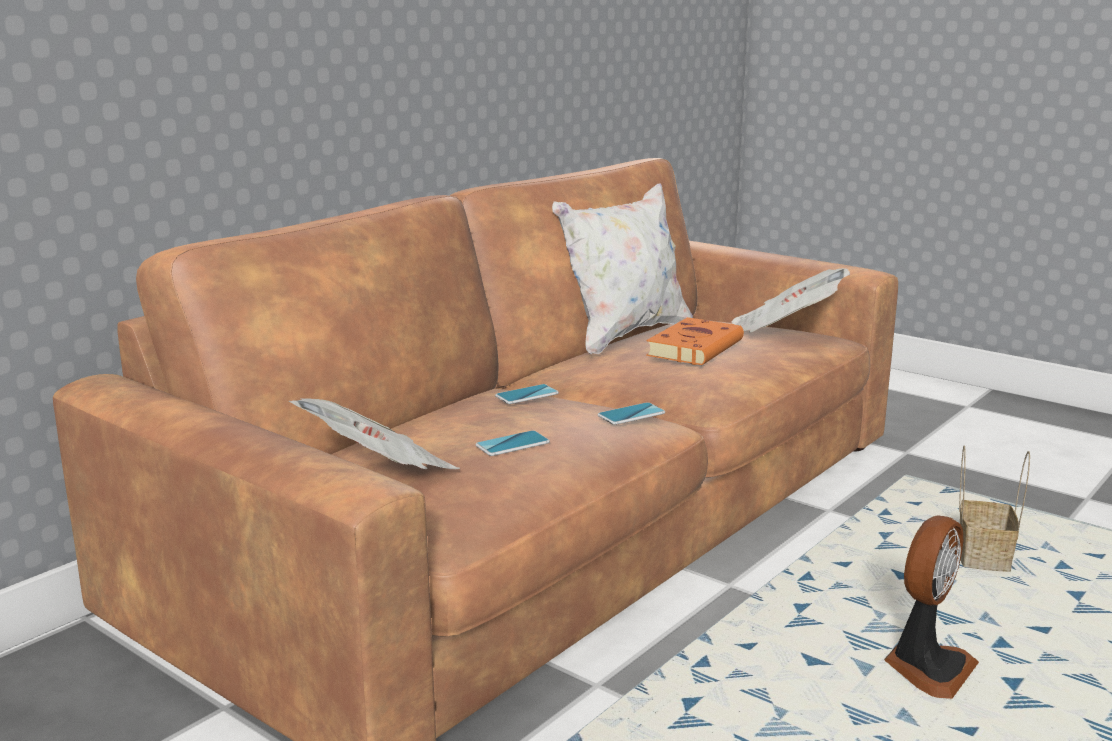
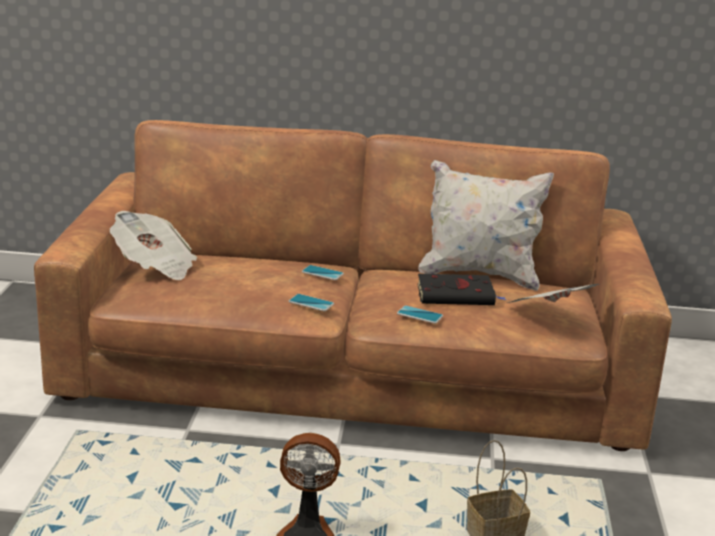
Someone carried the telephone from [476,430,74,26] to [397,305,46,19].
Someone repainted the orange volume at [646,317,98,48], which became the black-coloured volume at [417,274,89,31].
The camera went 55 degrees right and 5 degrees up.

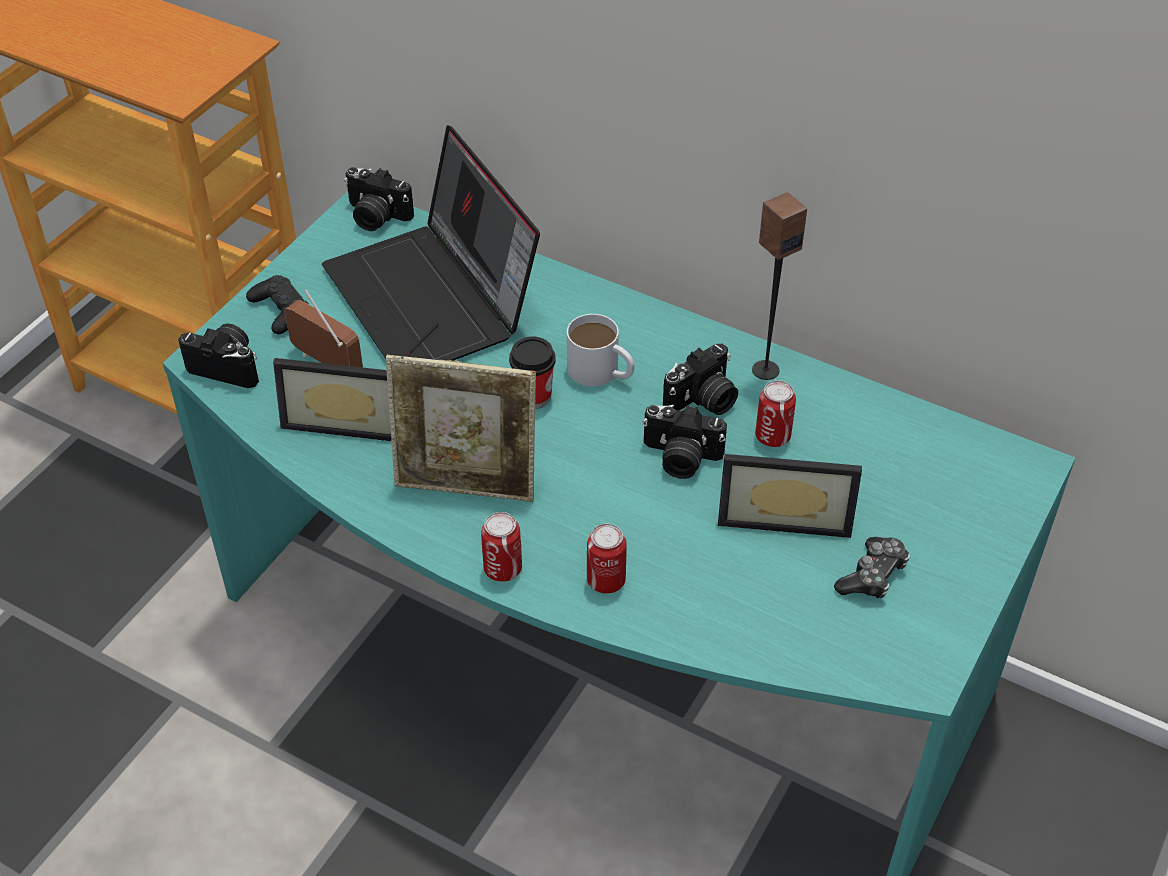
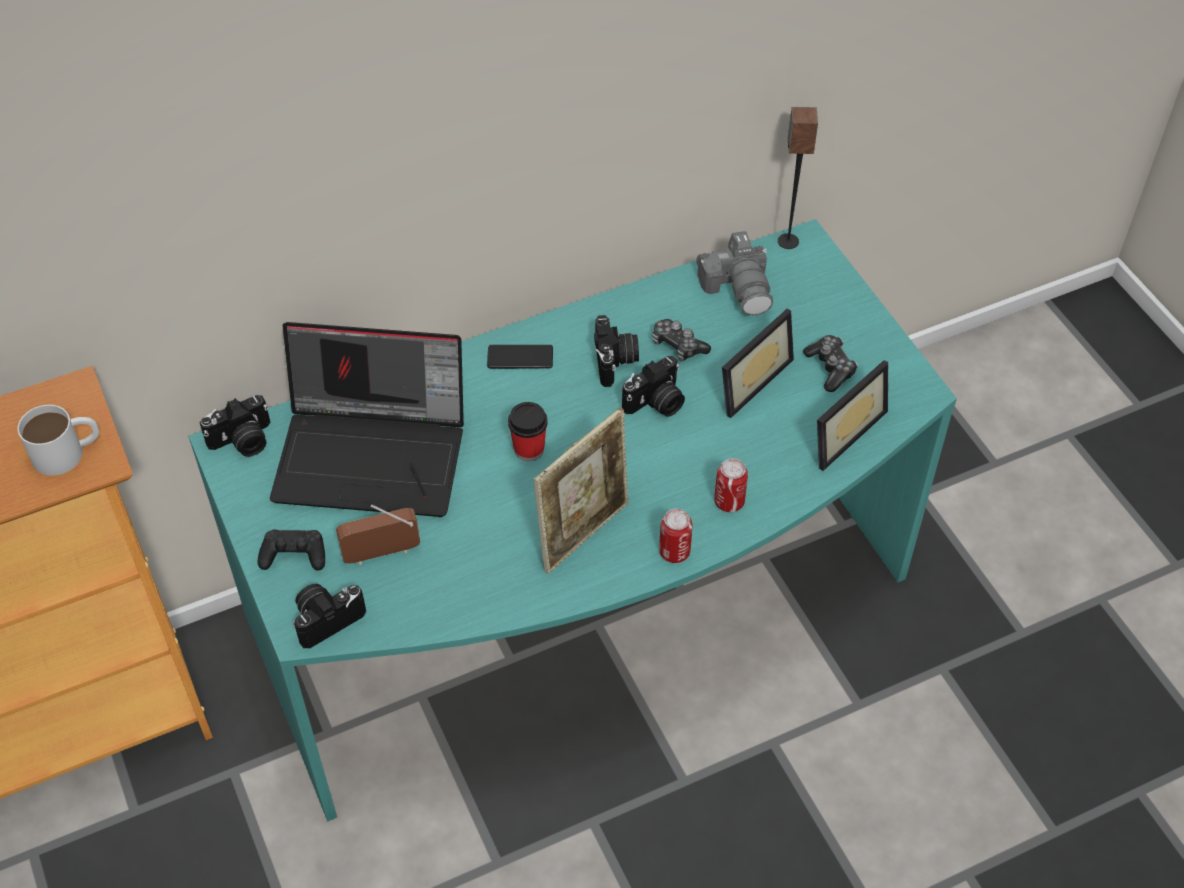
Someone carried the standing frame from [273,358,118,83] to [817,360,71,111].
Someone carried the white-coloured coffee mug from [567,314,68,73] to [18,405,81,71].
Someone carried the loudspeaker from [752,192,55,188] to [778,107,40,142].
Someone swapped the sealed can at [755,380,41,67] for the gamepad at [652,319,59,42].
Someone put down the telephone at [487,345,66,24].
Someone put down the still camera at [696,231,77,85].
The camera went 55 degrees left and 5 degrees up.

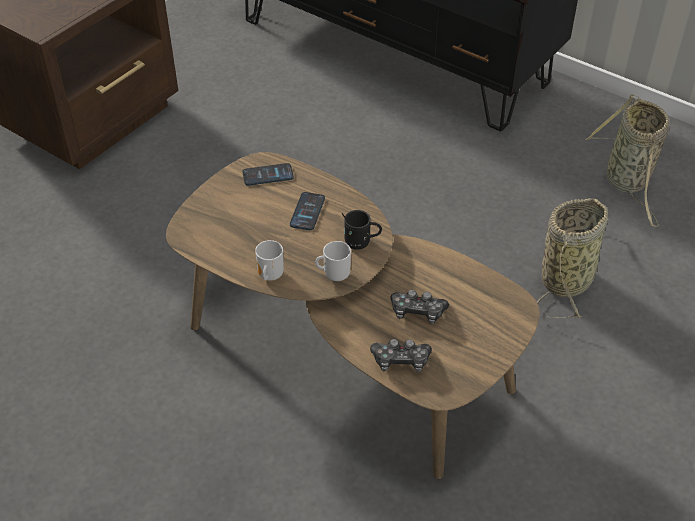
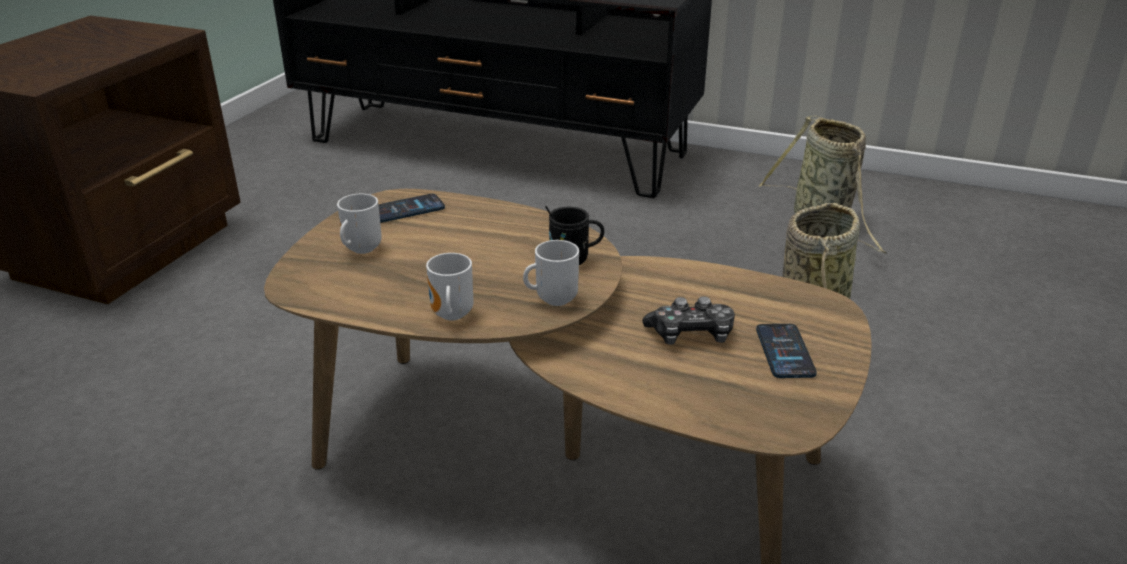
Someone carried the telephone from [290,192,35,38] to [756,324,61,54].
Someone took away the gamepad at [370,339,62,33].
Someone put down the coffee mug at [337,194,45,60].
The camera went 15 degrees left and 15 degrees down.

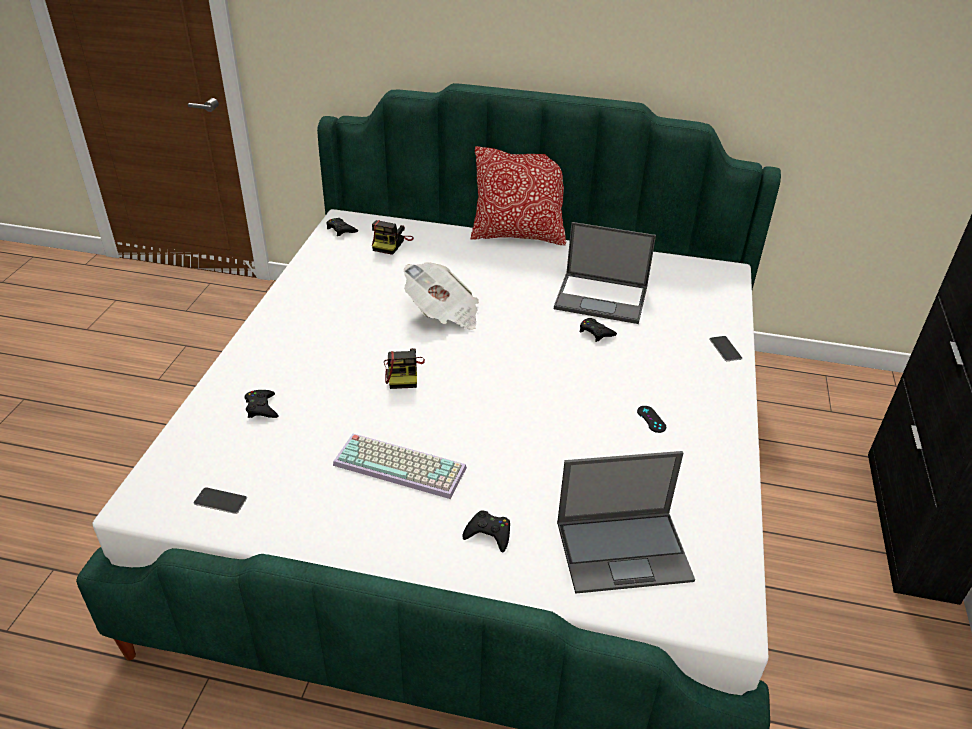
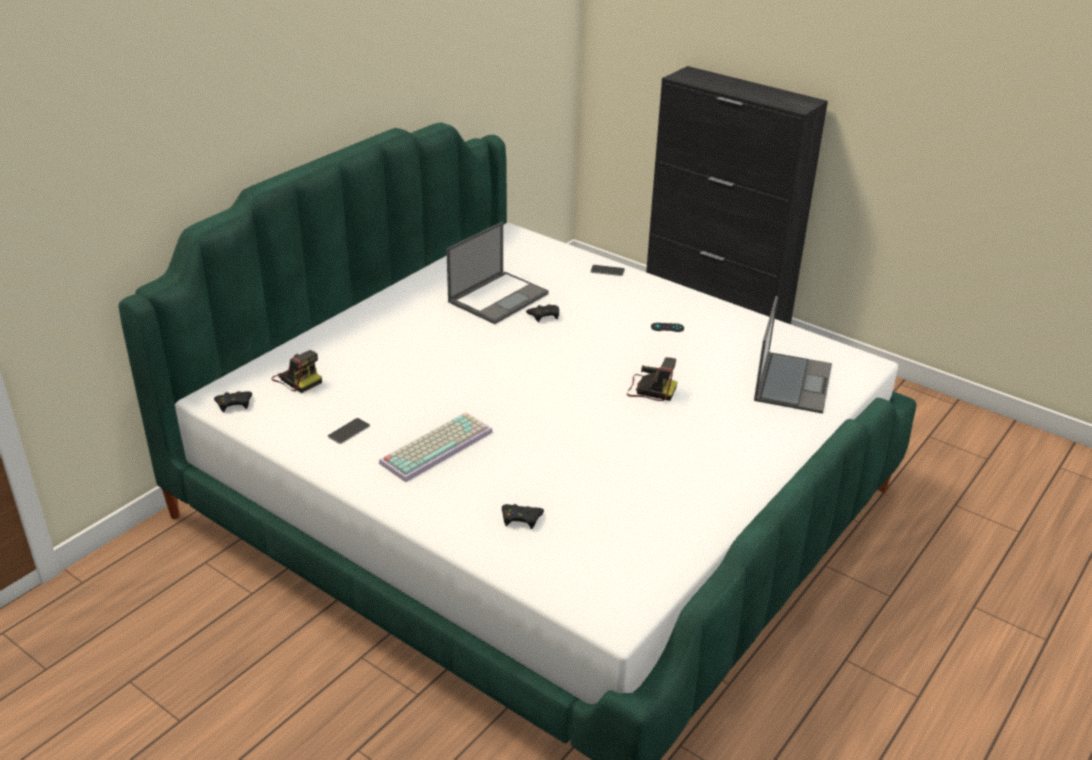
Someone carried the telephone from [194,487,53,27] to [328,418,42,26].
Someone carried the computer keyboard from [333,434,134,65] to [379,412,114,70].
Someone carried the still camera from [384,348,41,41] to [627,357,50,44].
Someone took away the newspaper at [404,262,75,68].
Someone took away the black-coloured gamepad at [462,511,48,41].
Someone took away the cushion at [470,146,96,99].
The camera went 65 degrees left and 5 degrees down.

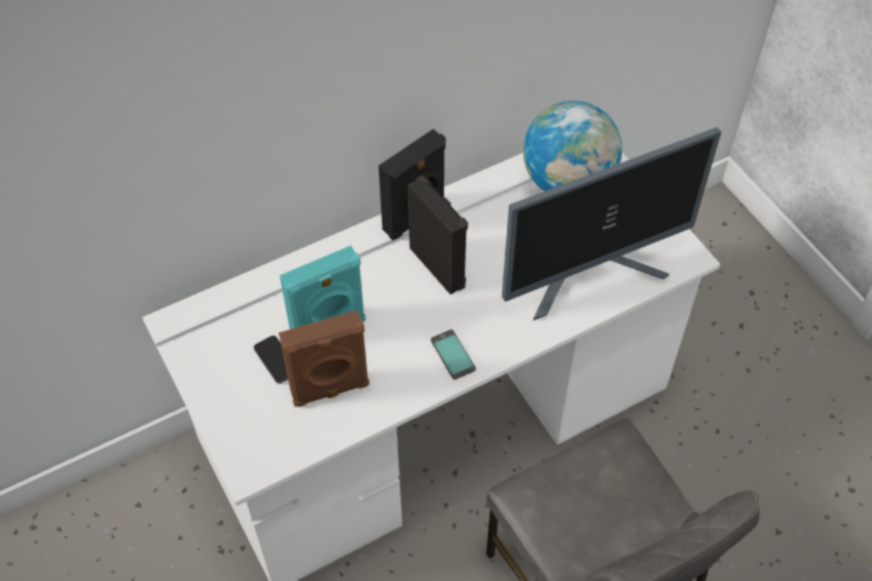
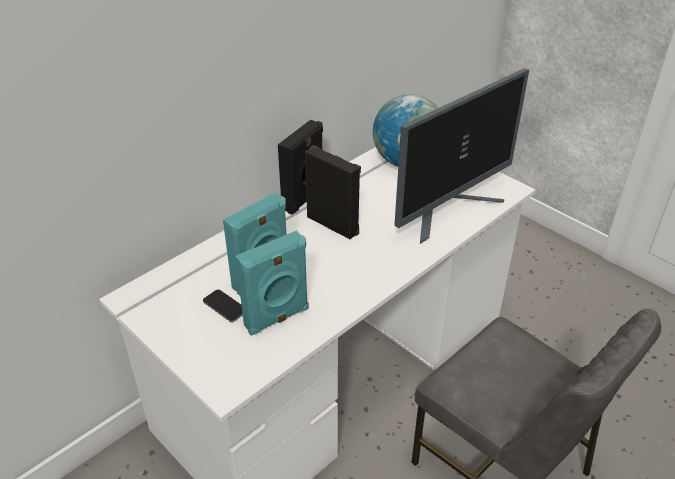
Someone repainted the brown loudspeaker at [279,310,90,97], which became the blue-green loudspeaker at [236,231,73,105].
Someone took away the telephone at [431,329,45,51].
The camera went 15 degrees left and 15 degrees down.

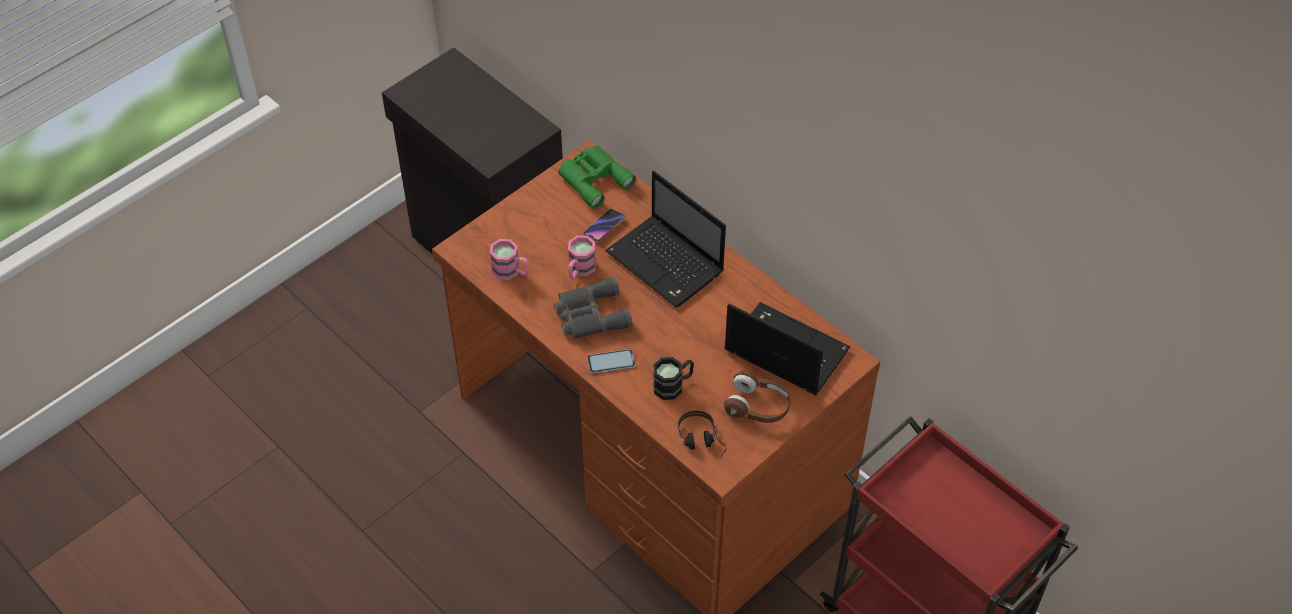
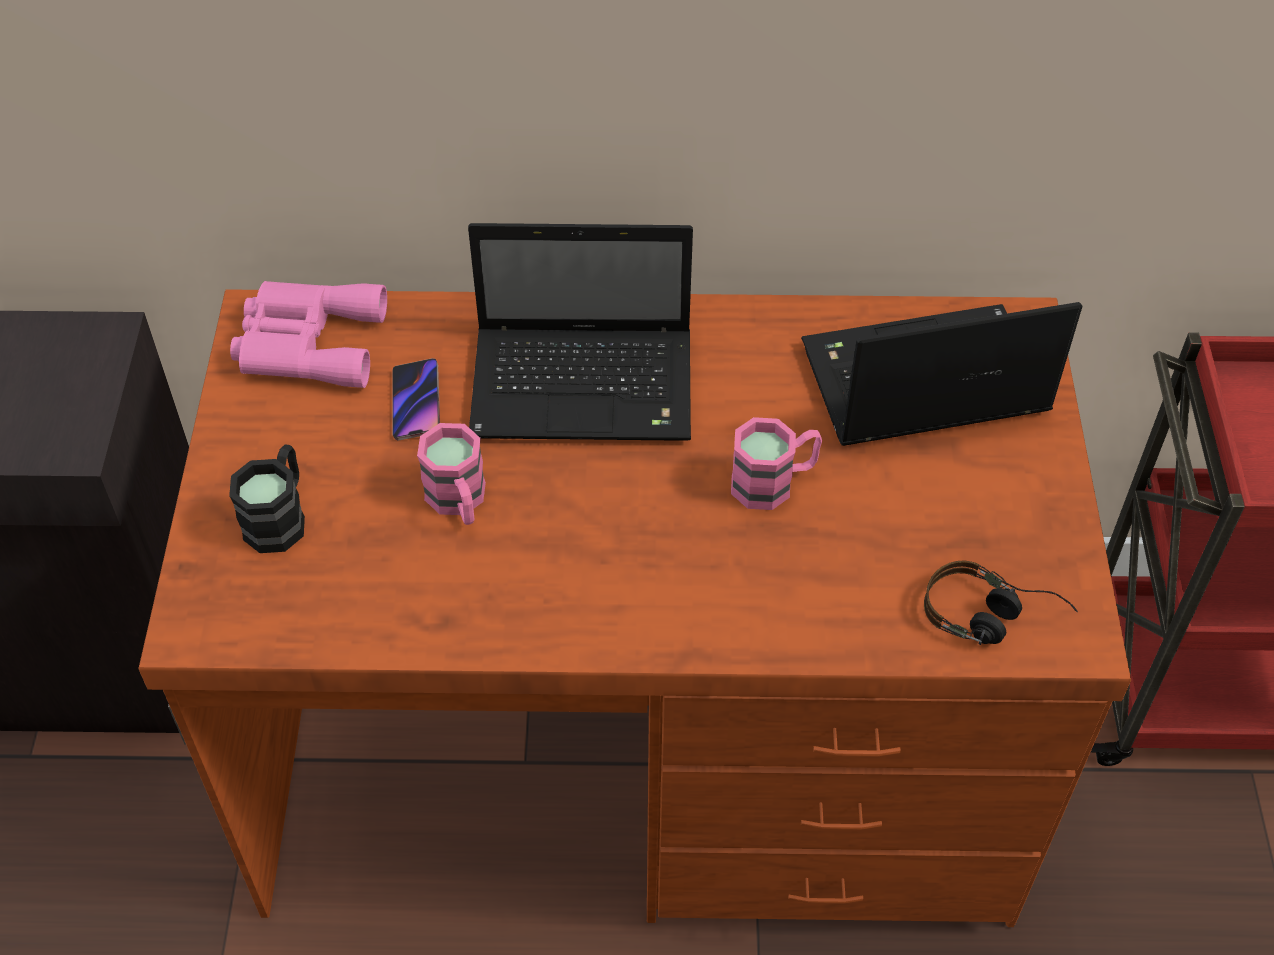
Someone carried the pinkish coffee mug from [490,239,38,41] to [731,417,91,93].
Someone took away the grey binoculars at [554,277,79,62].
Someone repainted the green binoculars at [558,146,78,63], which became the pinkish binoculars at [230,281,157,107].
Someone took away the telephone at [587,349,49,25].
Someone carried the black-coloured coffee mug from [653,357,41,43] to [229,445,76,108].
Someone took away the brown headset at [724,371,66,52].
The camera went 45 degrees left and 0 degrees up.

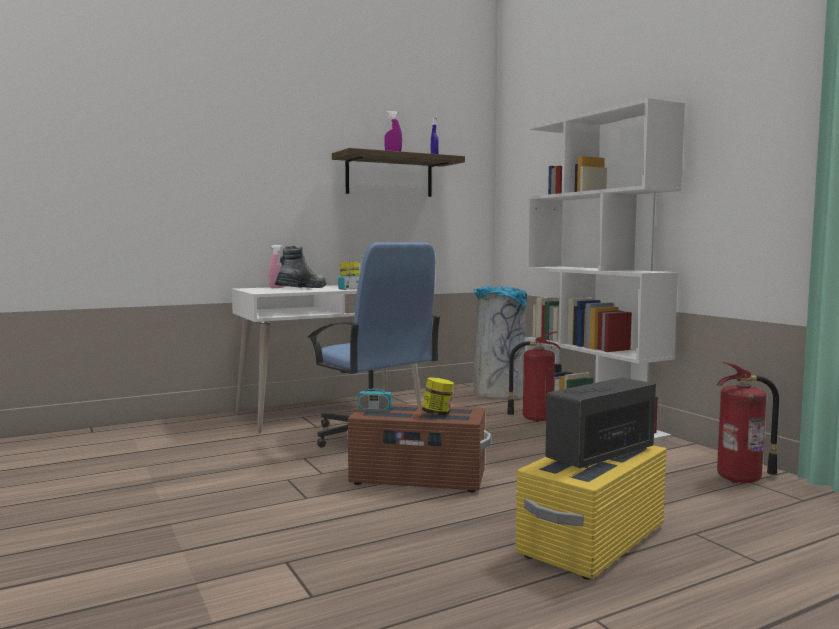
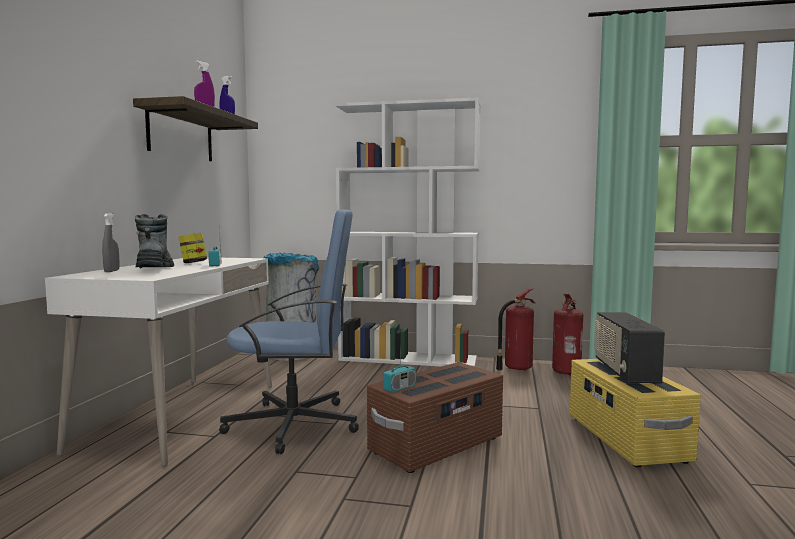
Someone repainted the pinkish spray bottle at [268,245,17,43], which became the grey spray bottle at [102,213,18,59].
Someone took away the preserve jar at [422,377,32,39].
Someone carried the fire extinguisher from [507,331,54,91] to [496,288,39,83].
The camera went 50 degrees left and 0 degrees up.

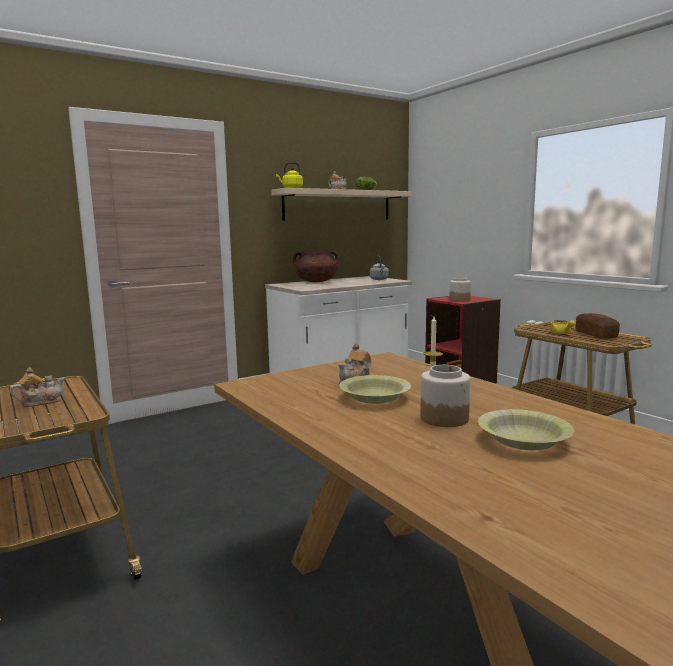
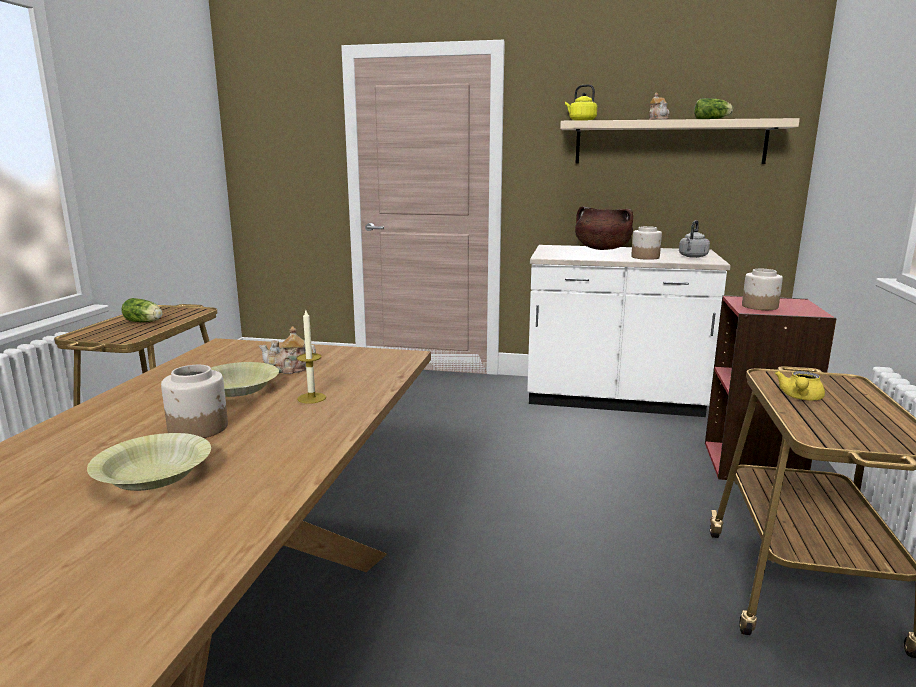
Someone swapped the tea pot at [10,367,55,40] for the lettuce at [121,298,41,24].
Someone took away the bread at [576,313,44,26].
Someone put down the preserve jar at [631,226,31,34].
The camera went 45 degrees right and 5 degrees up.

